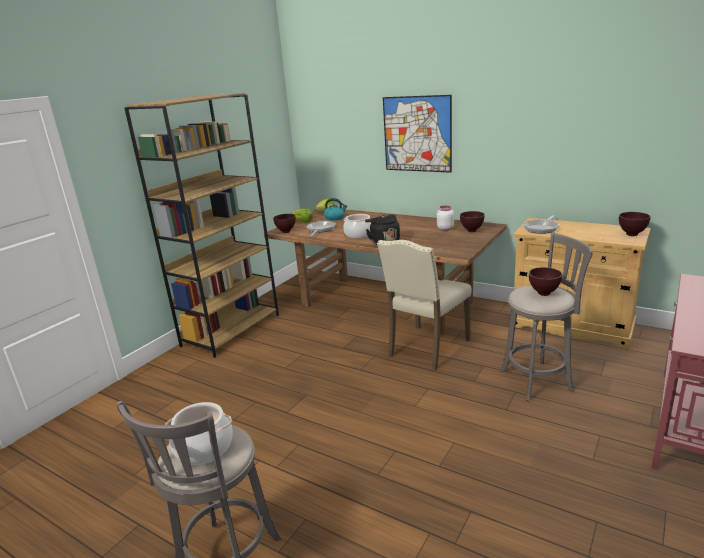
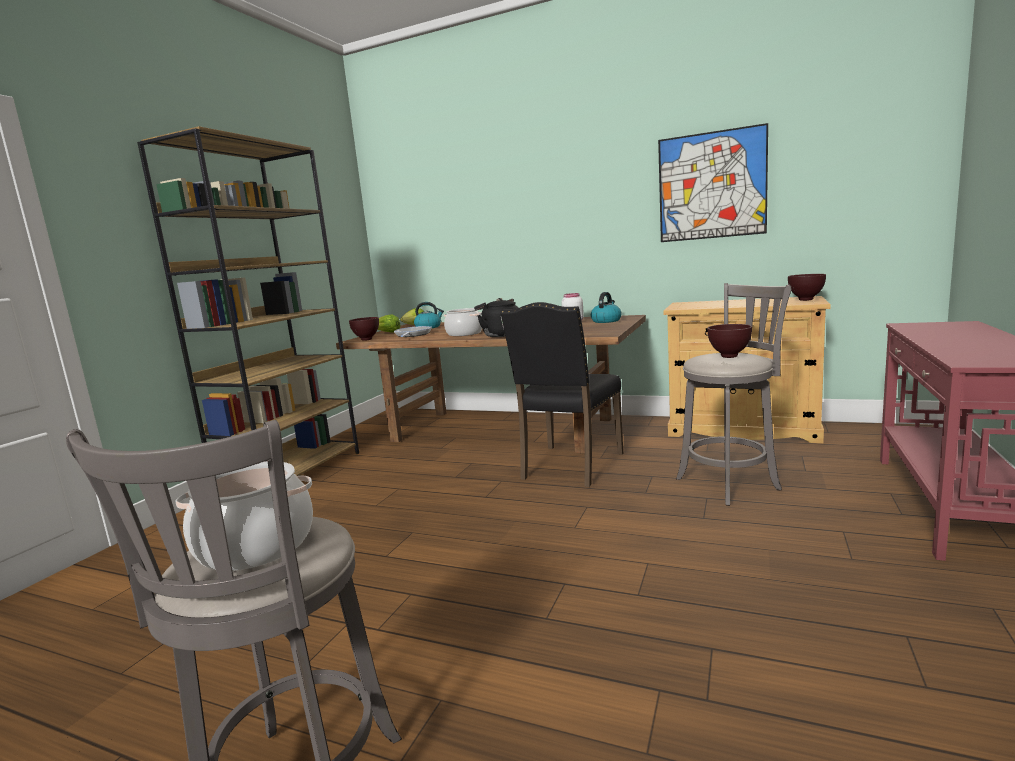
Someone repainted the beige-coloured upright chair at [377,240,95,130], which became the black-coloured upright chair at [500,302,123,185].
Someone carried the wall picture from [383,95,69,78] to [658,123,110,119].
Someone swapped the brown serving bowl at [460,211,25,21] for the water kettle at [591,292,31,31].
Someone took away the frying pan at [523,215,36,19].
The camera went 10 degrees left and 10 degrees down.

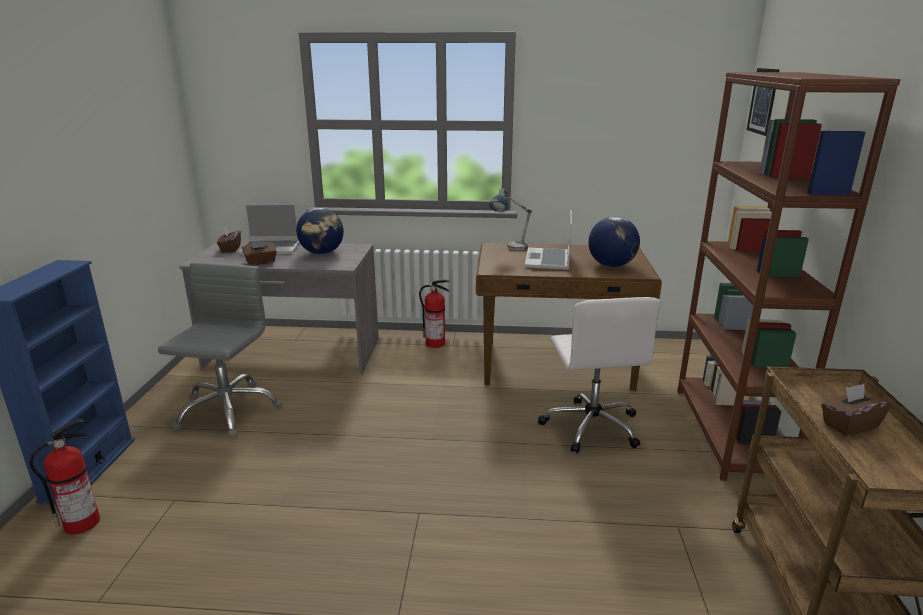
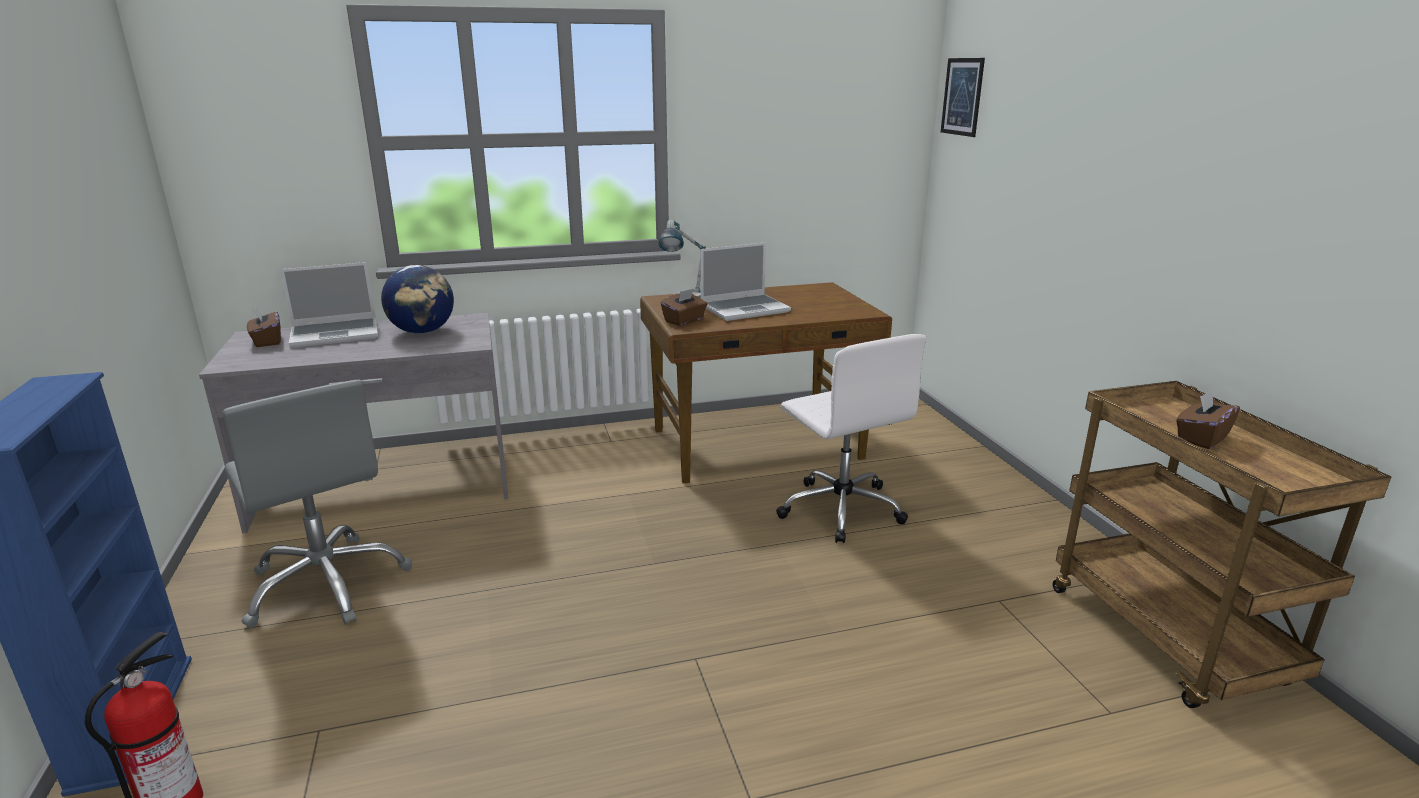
Someone rotated the grey office chair at [158,262,124,176] by 150 degrees clockwise.
Someone carried the brown box of tissues from [242,240,35,26] to [661,289,46,37].
Someone took away the fire extinguisher at [419,280,31,68].
Someone rotated the notebook computer at [525,210,47,60] by 105 degrees counterclockwise.
Someone took away the desk globe at [588,217,52,50].
Someone took away the brown bookshelf at [677,72,224,409].
The camera went 20 degrees left and 0 degrees up.

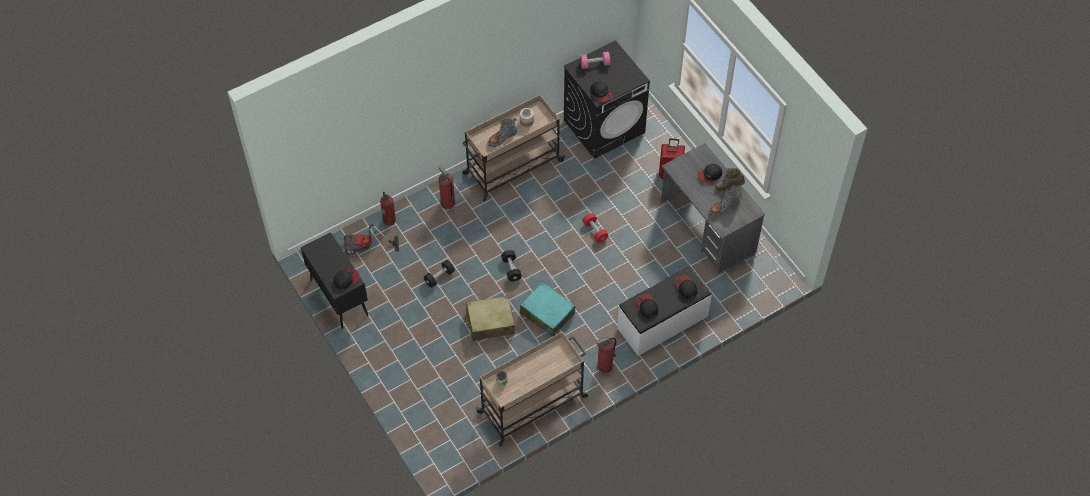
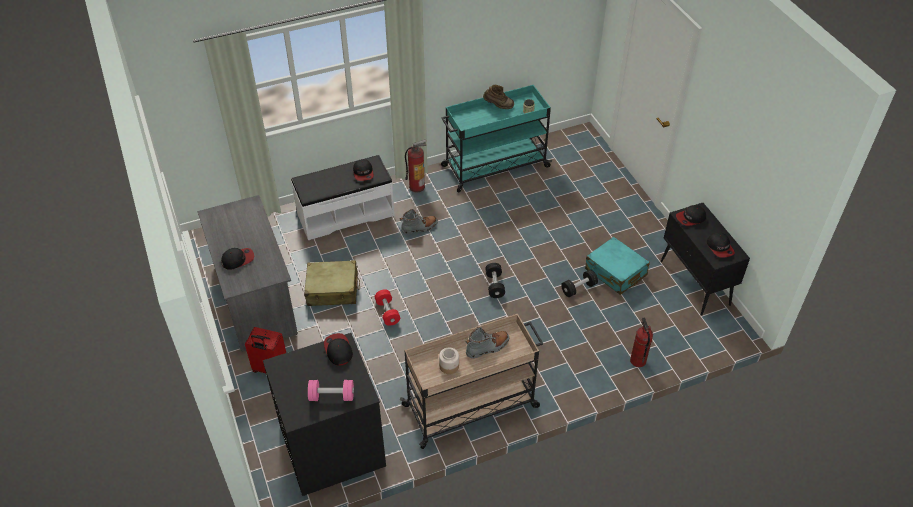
Someone took away the vacuum cleaner at [344,224,55,30].
Someone took away the fire extinguisher at [438,165,17,44].
Someone carried the beige-coloured suitcase from [465,296,50,45] to [304,260,56,46].
Someone repainted the beige-coloured cart at [475,331,113,116], which became the blue-green cart at [441,85,111,107].
Someone carried the blue-green suitcase from [520,282,56,55] to [585,237,65,58].
Someone carried the cap from [675,275,23,25] to [707,232,28,26].
Someone carried the grey high-top boot from [708,189,34,28] to [400,209,38,26].
Someone carried the brown high-top boot from [715,168,30,24] to [483,84,31,25].
The camera went 170 degrees left and 10 degrees down.

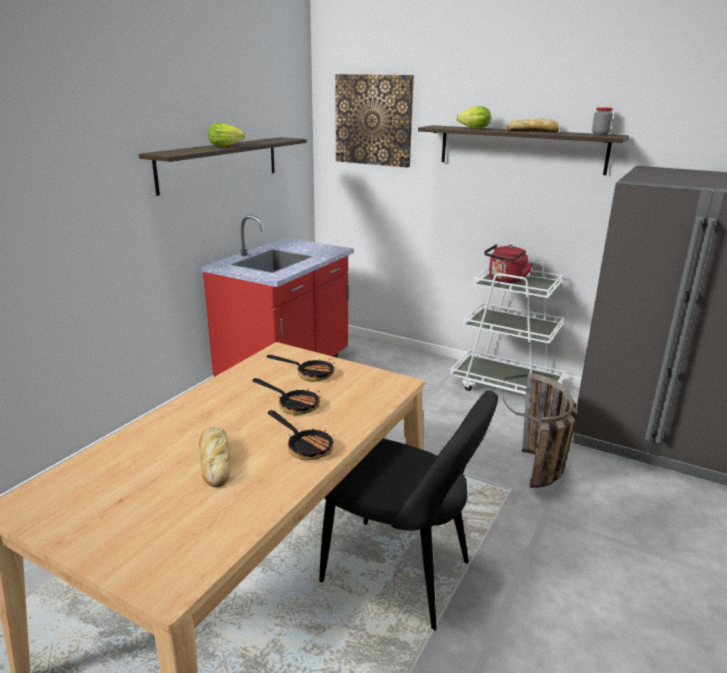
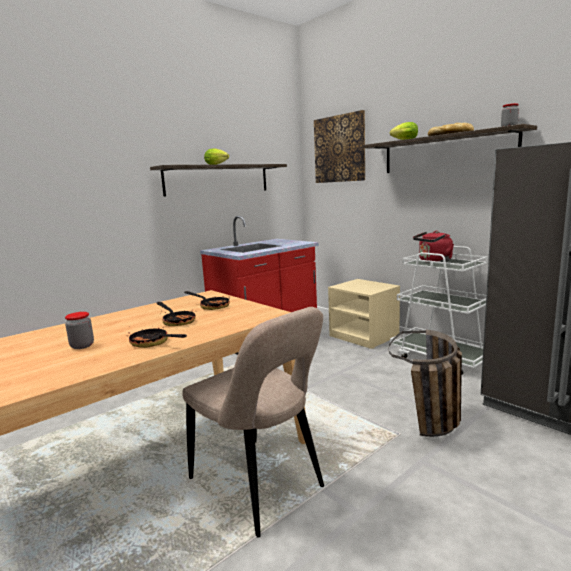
Someone swapped the bread at [199,427,31,60] for the preserve jar at [65,312,29,37].
Someone rotated the frying pan at [268,410,66,50] by 150 degrees clockwise.
Someone repainted the black-coloured upright chair at [319,390,179,241], which became the beige-coloured upright chair at [182,307,142,231].
Someone put down the beige-coloured night table at [328,279,72,70].
The camera went 20 degrees right and 10 degrees down.

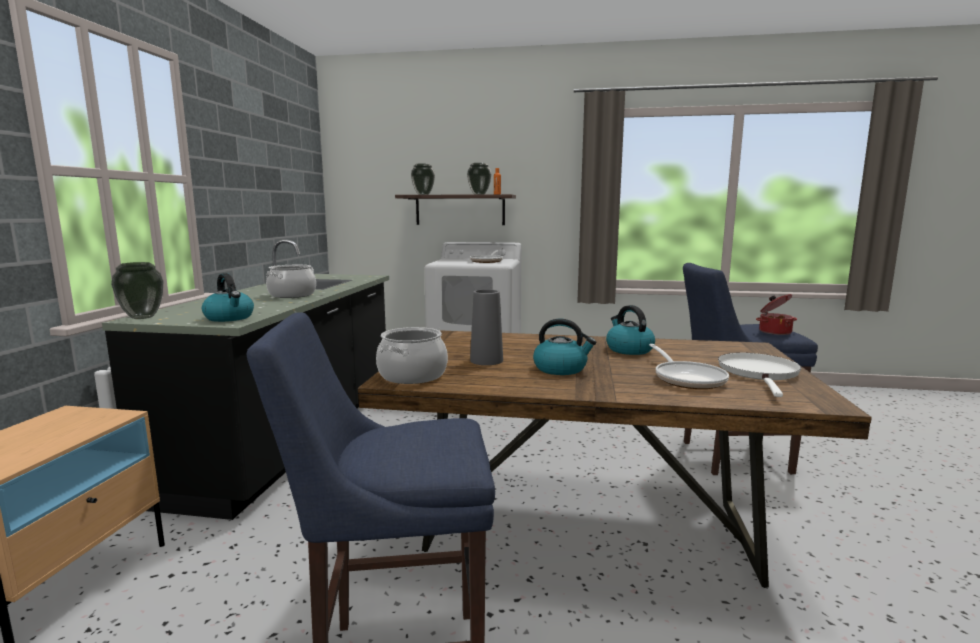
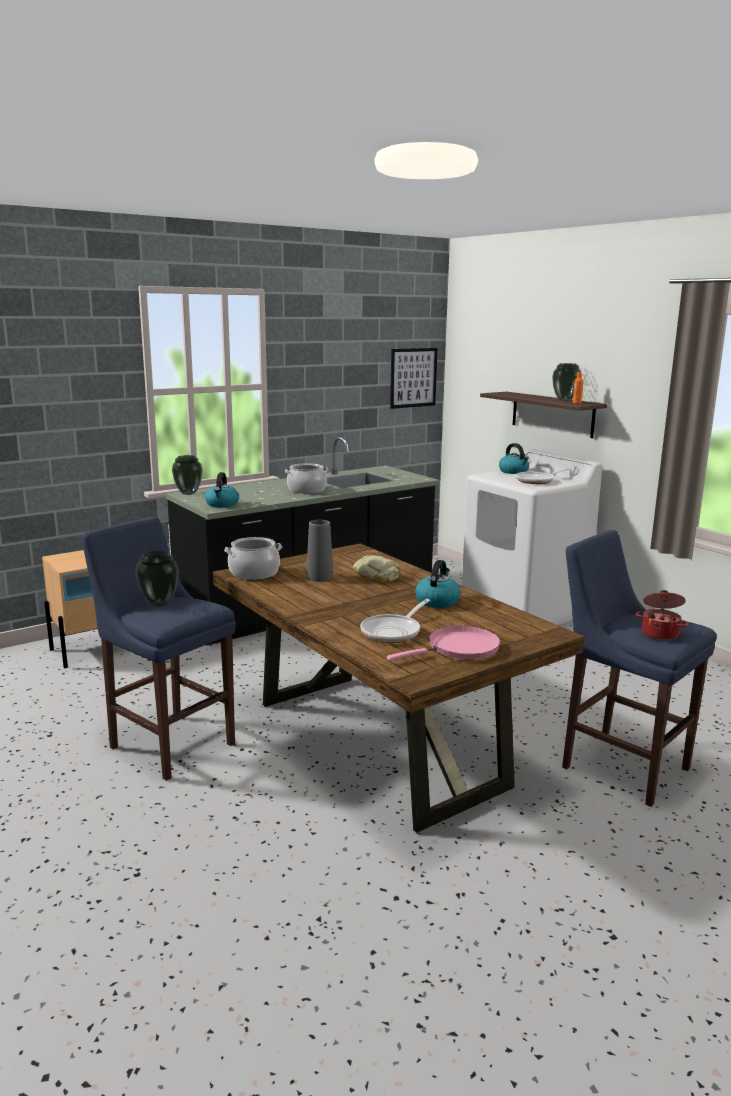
Someone carried the decorative vase from [411,163,24,32] to [135,551,44,56].
Someone carried the water kettle from [533,319,63,56] to [499,443,30,31].
Someone repainted the white-coloured frying pan at [718,353,83,44], which became the pinkish frying pan at [387,626,114,35].
Someone put down the bread at [353,555,47,27].
Someone put up the wall picture at [390,348,47,61].
The camera went 45 degrees right and 5 degrees up.

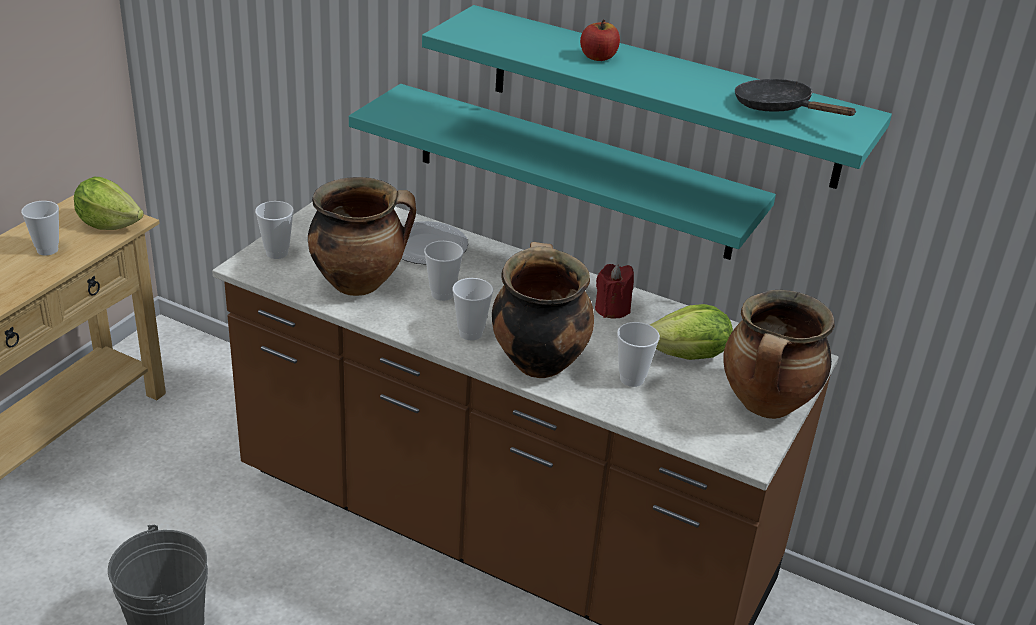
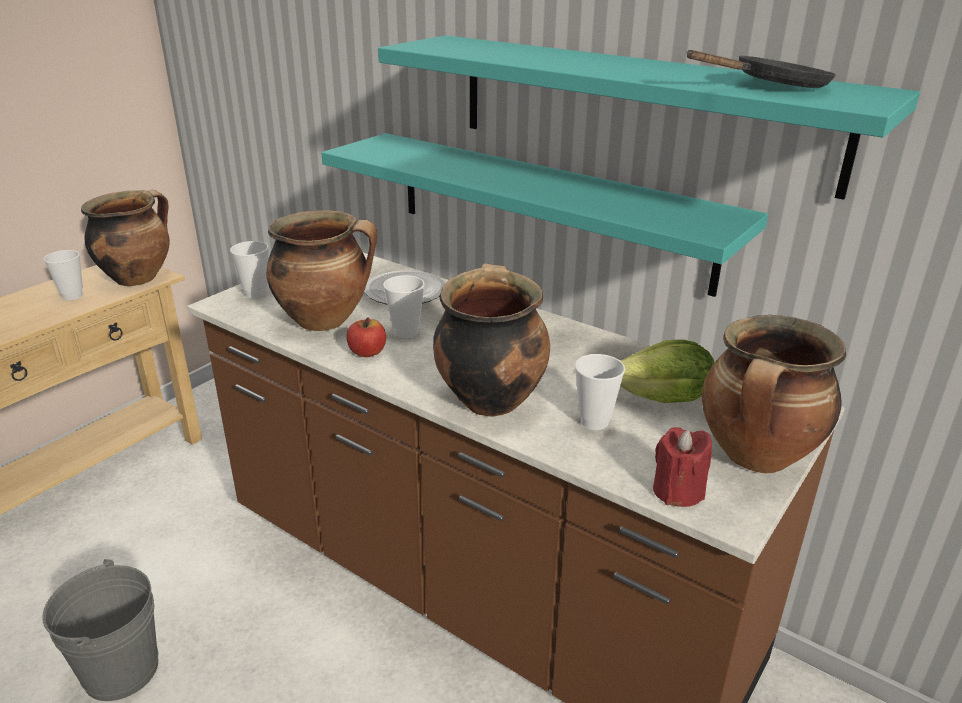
Someone swapped the lettuce at [74,177,70,53] for the stockpot at [81,189,89,97].
Someone took away the drinking cup at [453,278,40,62].
Someone carried the apple from [580,20,40,41] to [347,317,39,40].
Someone carried the red candle from [595,264,39,54] to [653,427,59,80].
Someone rotated the black-coloured frying pan at [735,79,121,37] by 105 degrees clockwise.
The camera went 10 degrees right and 5 degrees down.

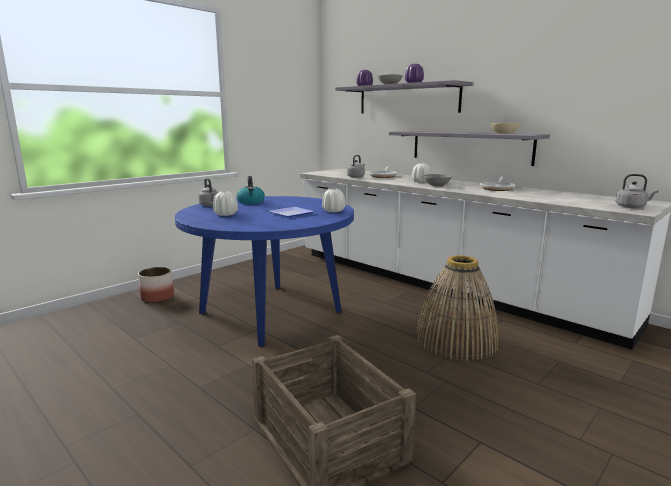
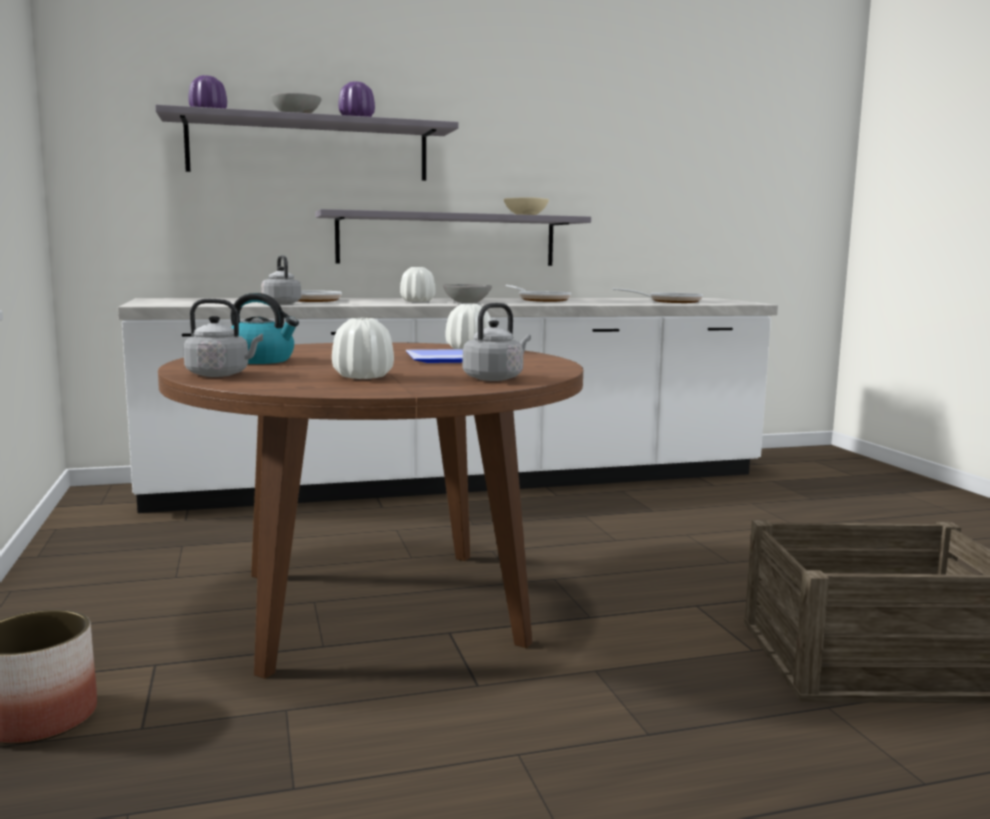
Someone repainted the blue kitchen table at [175,196,179,151], which became the brown kitchen table at [158,342,425,337].
Someone took away the basket at [417,255,82,106].
Someone carried the grey water kettle from [616,174,43,34] to [463,303,68,78].
Someone put down the frying pan at [612,288,91,15].
The camera went 60 degrees left and 5 degrees down.

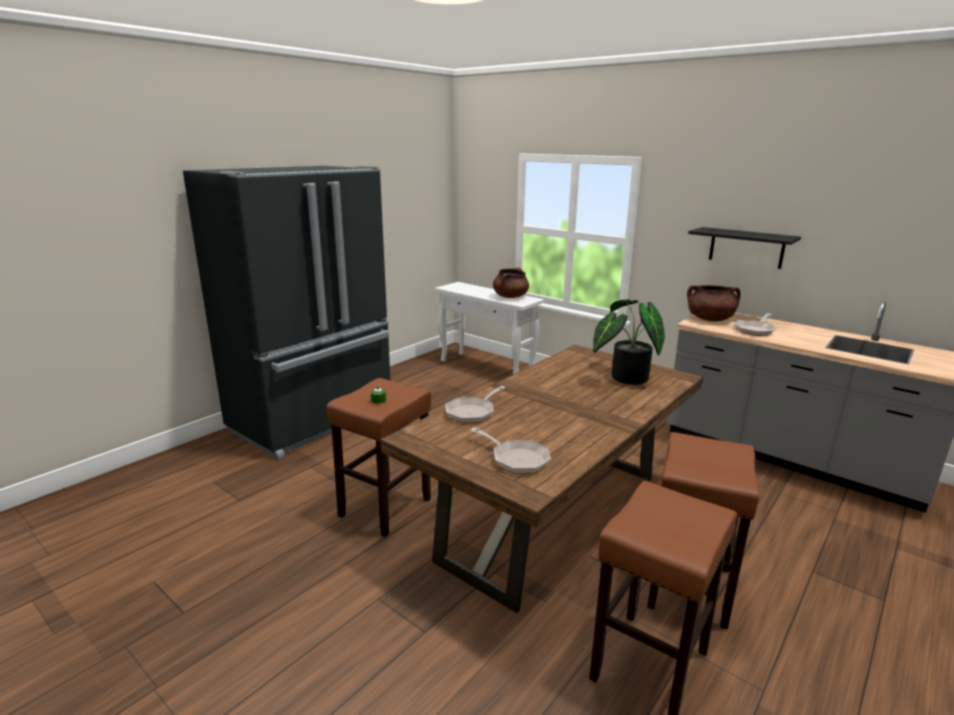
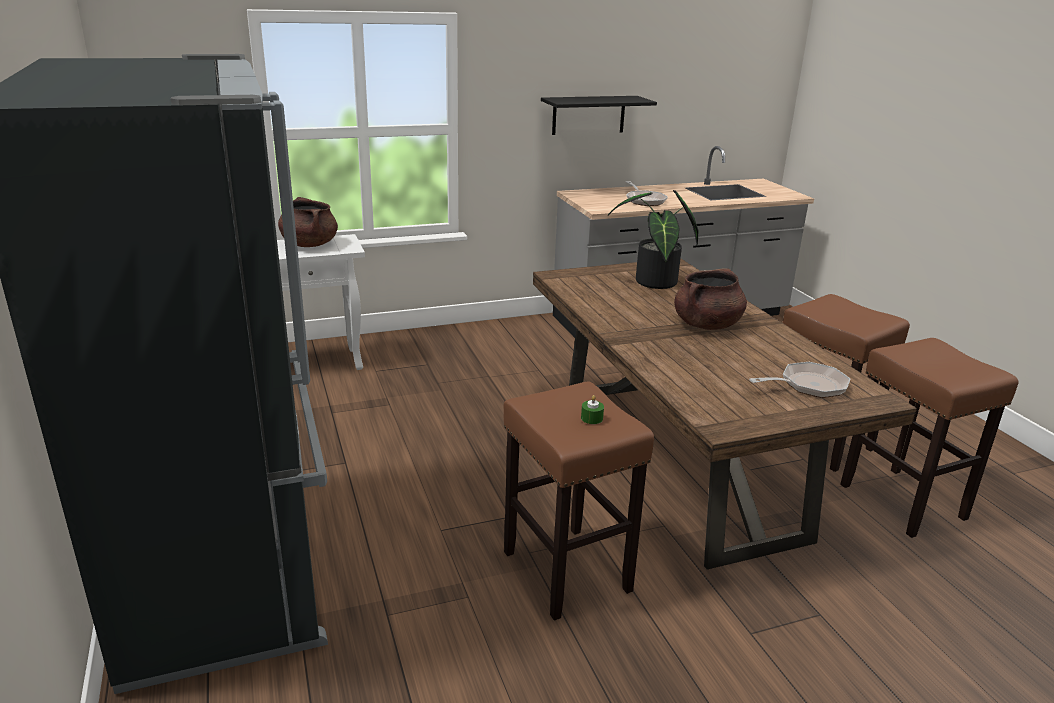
Someone took away the frying pan at [445,386,61,37].
Someone carried the brown stockpot from [687,285,54,36] to [674,268,73,62].
The camera went 60 degrees left and 5 degrees up.

